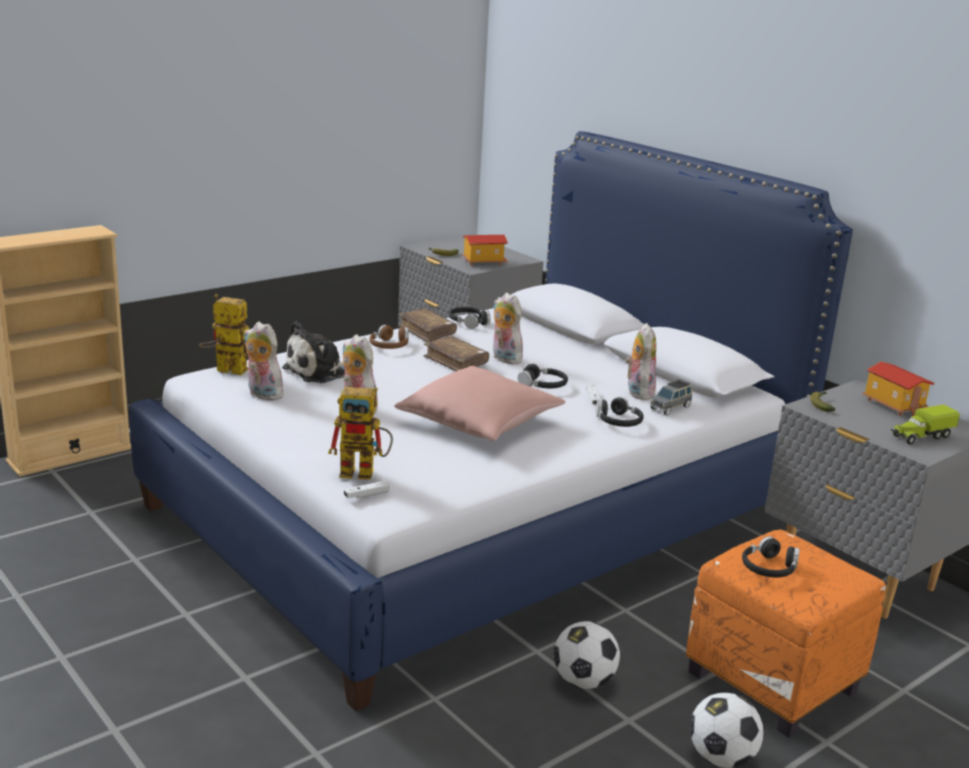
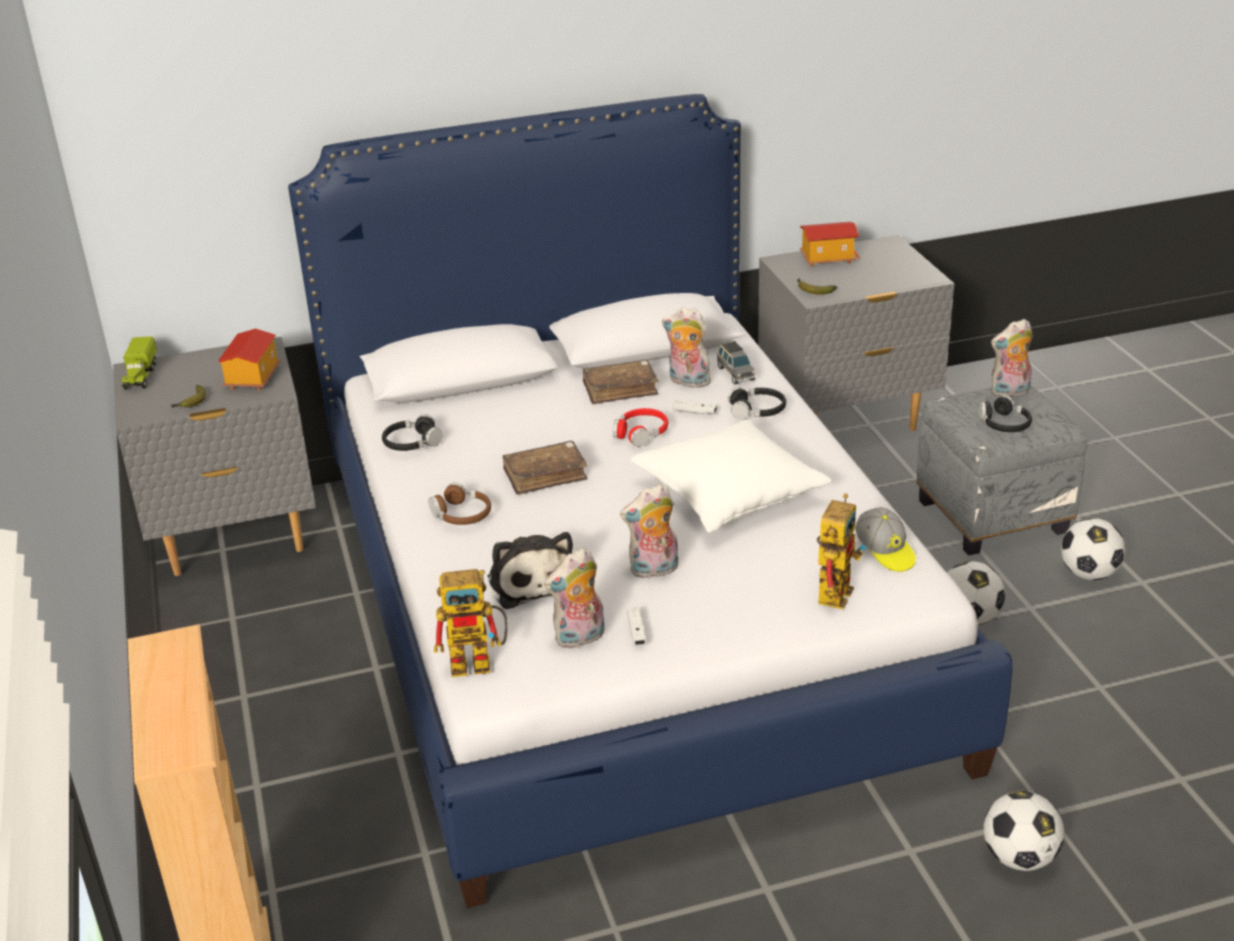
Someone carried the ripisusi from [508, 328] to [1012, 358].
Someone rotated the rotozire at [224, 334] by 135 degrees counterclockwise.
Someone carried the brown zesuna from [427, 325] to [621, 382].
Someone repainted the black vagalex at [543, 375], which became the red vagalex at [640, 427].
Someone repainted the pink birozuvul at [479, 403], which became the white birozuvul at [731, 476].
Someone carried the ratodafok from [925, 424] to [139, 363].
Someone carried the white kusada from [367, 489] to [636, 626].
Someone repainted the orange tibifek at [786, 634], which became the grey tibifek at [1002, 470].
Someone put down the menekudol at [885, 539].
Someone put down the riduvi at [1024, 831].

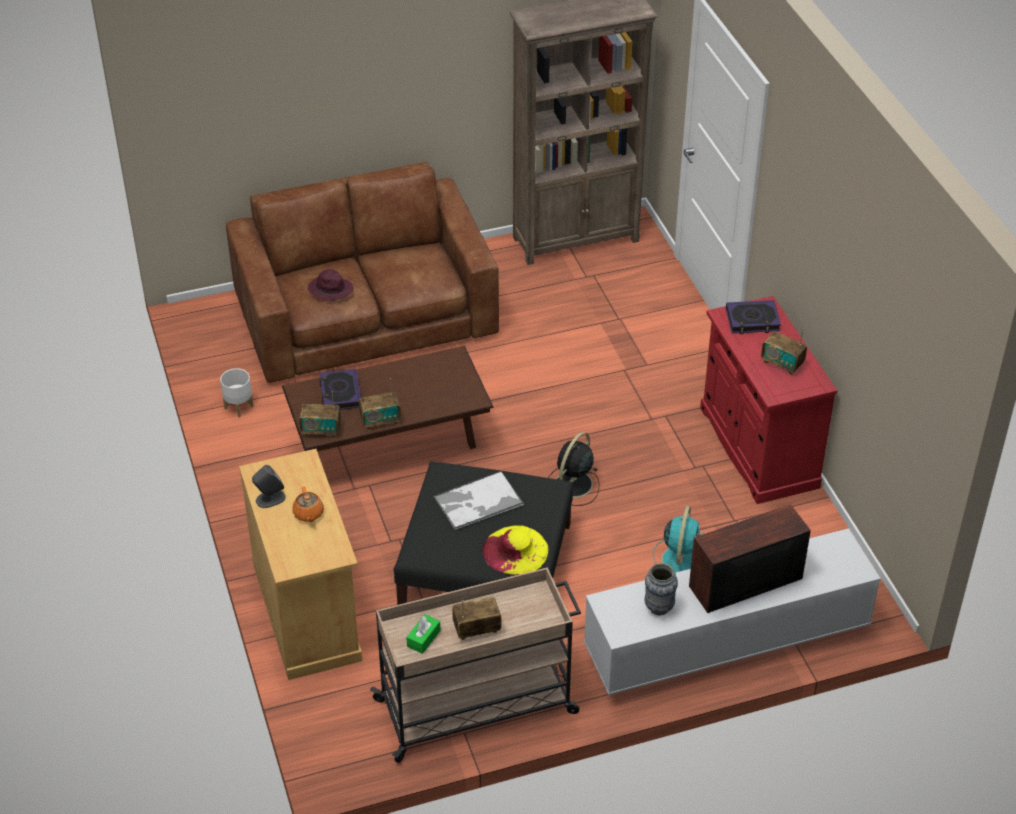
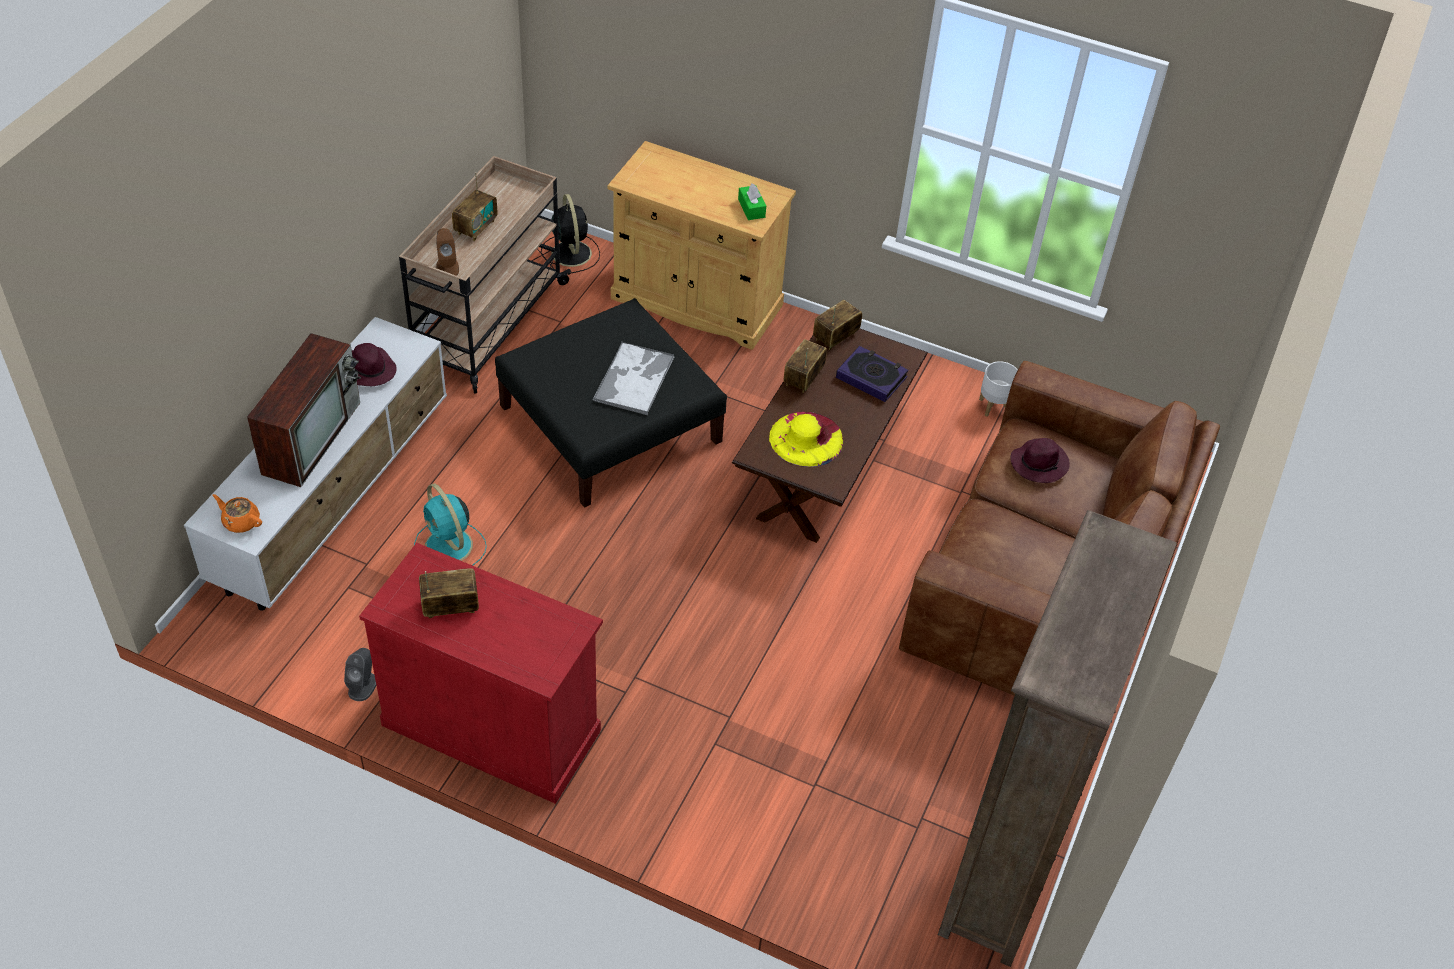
Someone took away the zesuna at [753, 317].
Someone carried the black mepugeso from [573, 469] to [570, 234].
Someone carried the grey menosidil from [269, 486] to [360, 674].
Someone carried the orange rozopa from [308, 504] to [237, 513].
Someone carried the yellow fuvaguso from [515, 550] to [806, 439].
Someone swapped the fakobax at [661, 589] for the purple fuvaguso at [374, 364].
Someone carried the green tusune from [423, 634] to [752, 201].
Someone put down the brown menosidil at [447, 252].

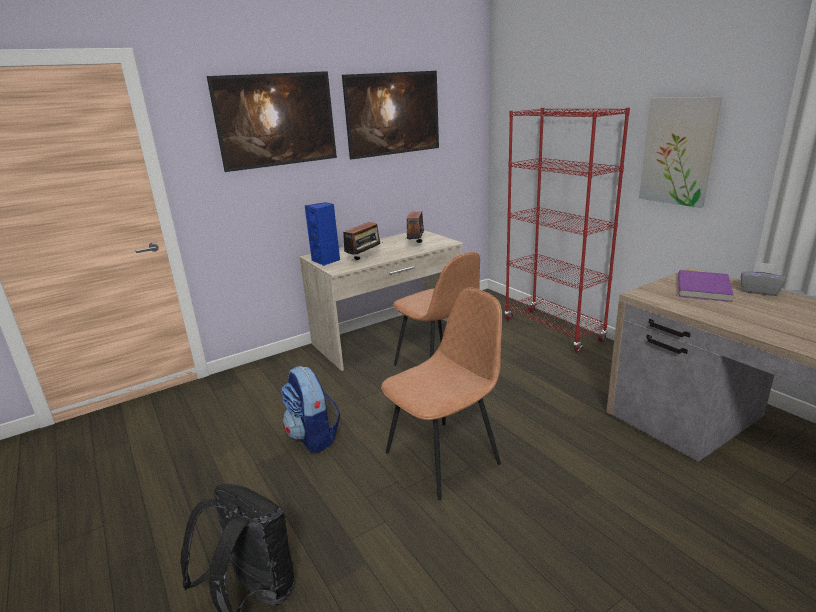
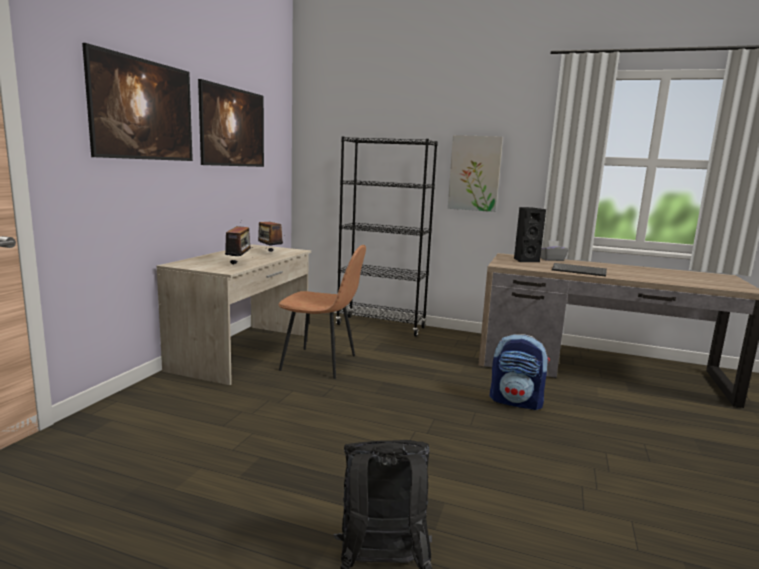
Someone repainted the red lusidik at [567, 230], which became the black lusidik at [387, 236].
Someone took away the blue menosidil at [322, 234].
Someone swapped the purple zesuna at [706, 286] for the black menosidil at [530, 234].
Someone took away the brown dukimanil at [441, 393].
Someone carried the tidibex from [310, 409] to [520, 372].
Someone put down the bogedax at [579, 270].

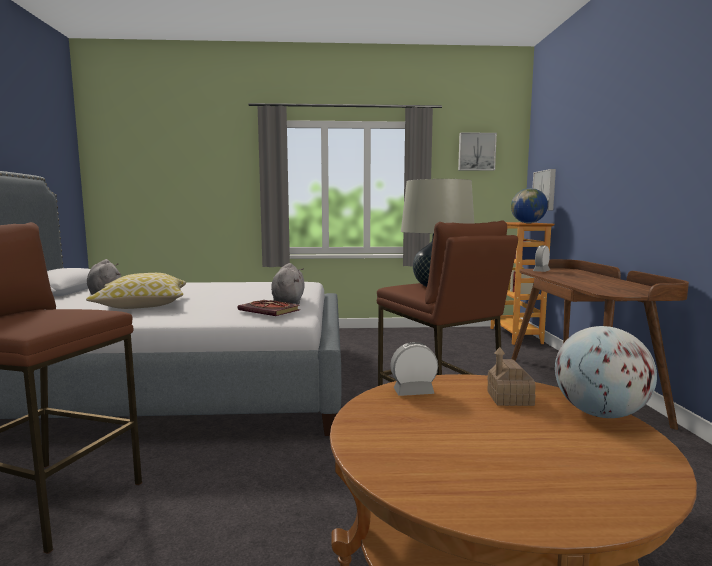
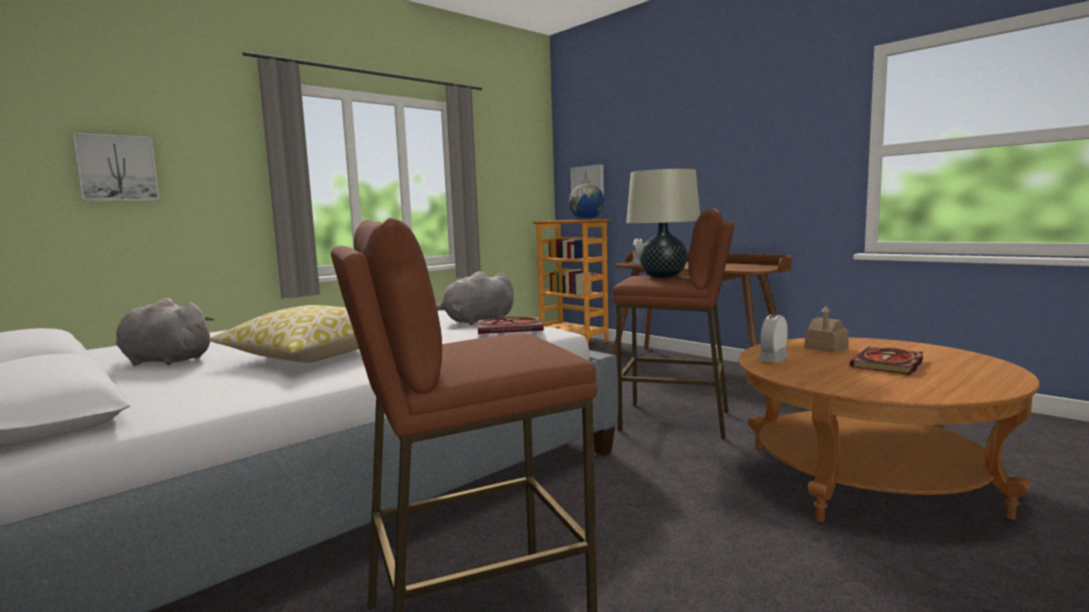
Someone carried the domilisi from [477, 151] to [116, 167].
Someone rotated the grey ripisusi at [288, 283] by 75 degrees counterclockwise.
Someone took away the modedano at [606, 372].
Someone put down the zesuna at [886, 361].

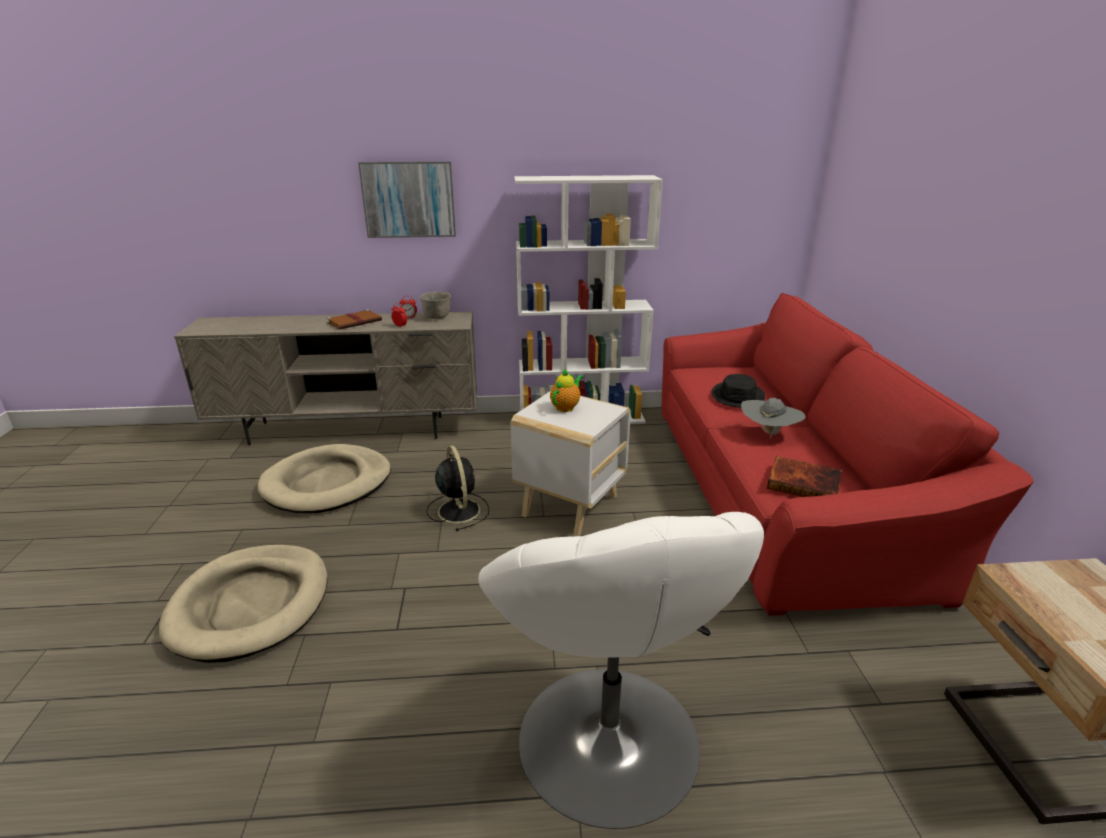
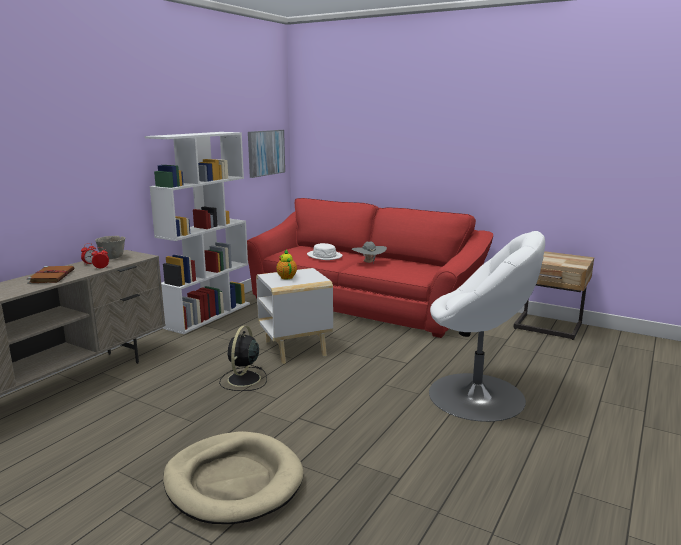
Someone carried the domilisi from [407, 199] to [266, 154].
Someone repainted the black fuvaguso at [738, 391], which became the white fuvaguso at [325, 251].
Someone took away the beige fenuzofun at [324, 478].
Someone rotated the black mepugeso at [457, 488] by 90 degrees counterclockwise.
Someone took away the zesuna at [804, 476].

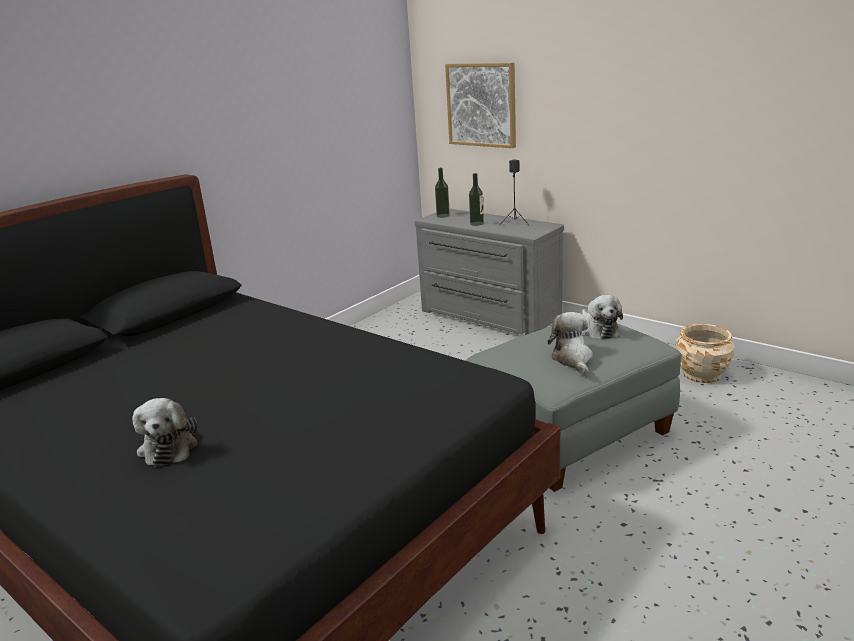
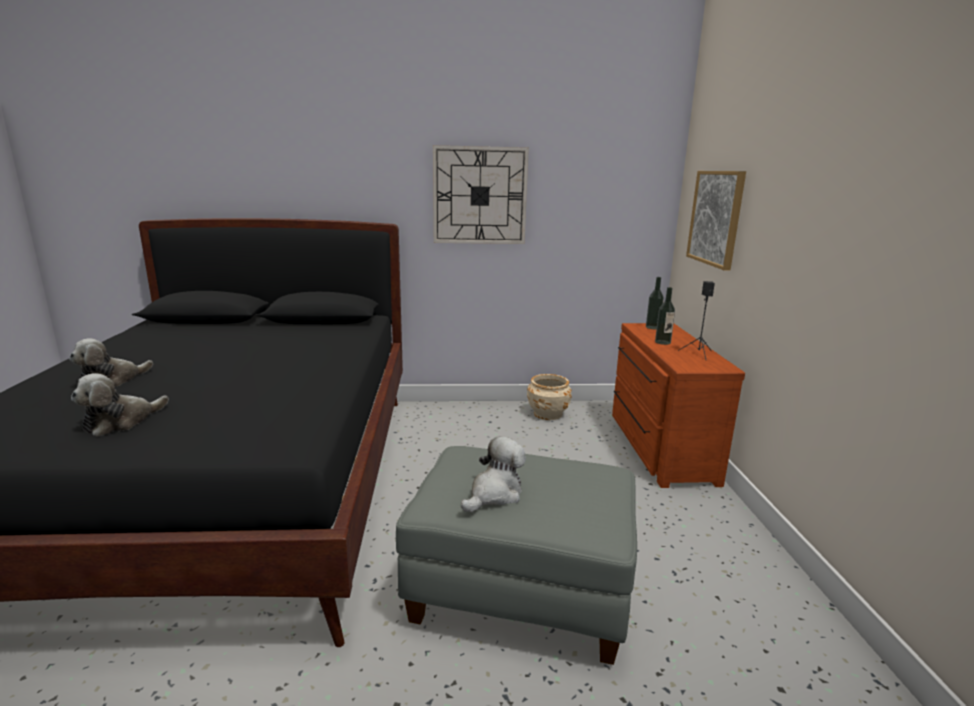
Someone repainted the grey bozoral at [489, 271], which became the brown bozoral at [678, 405].
Someone carried the ripisusi from [602, 317] to [120, 405].
Someone carried the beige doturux from [705, 353] to [549, 397].
Someone put up the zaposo at [481, 194].

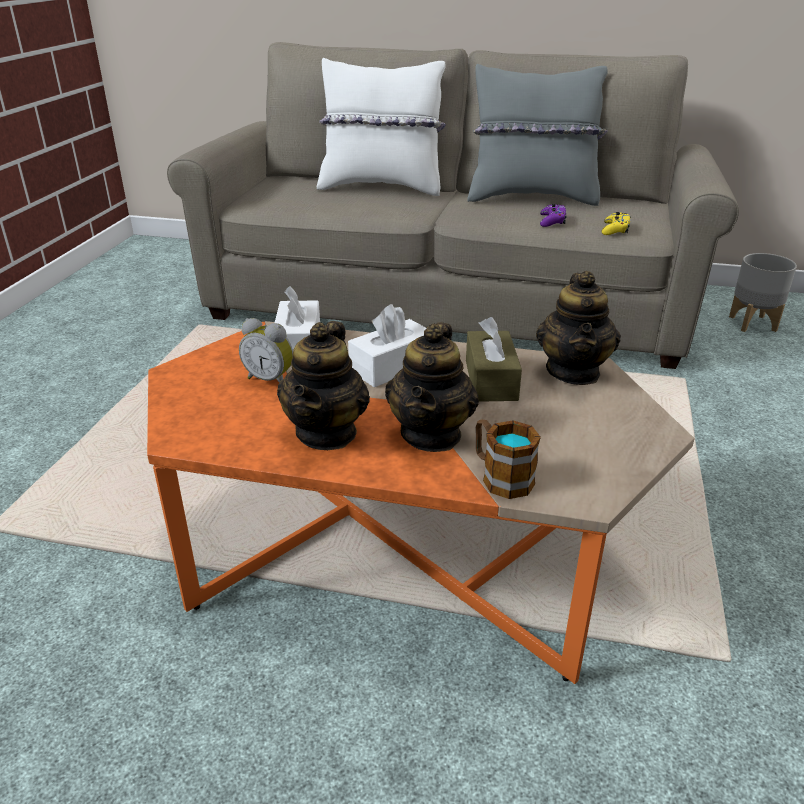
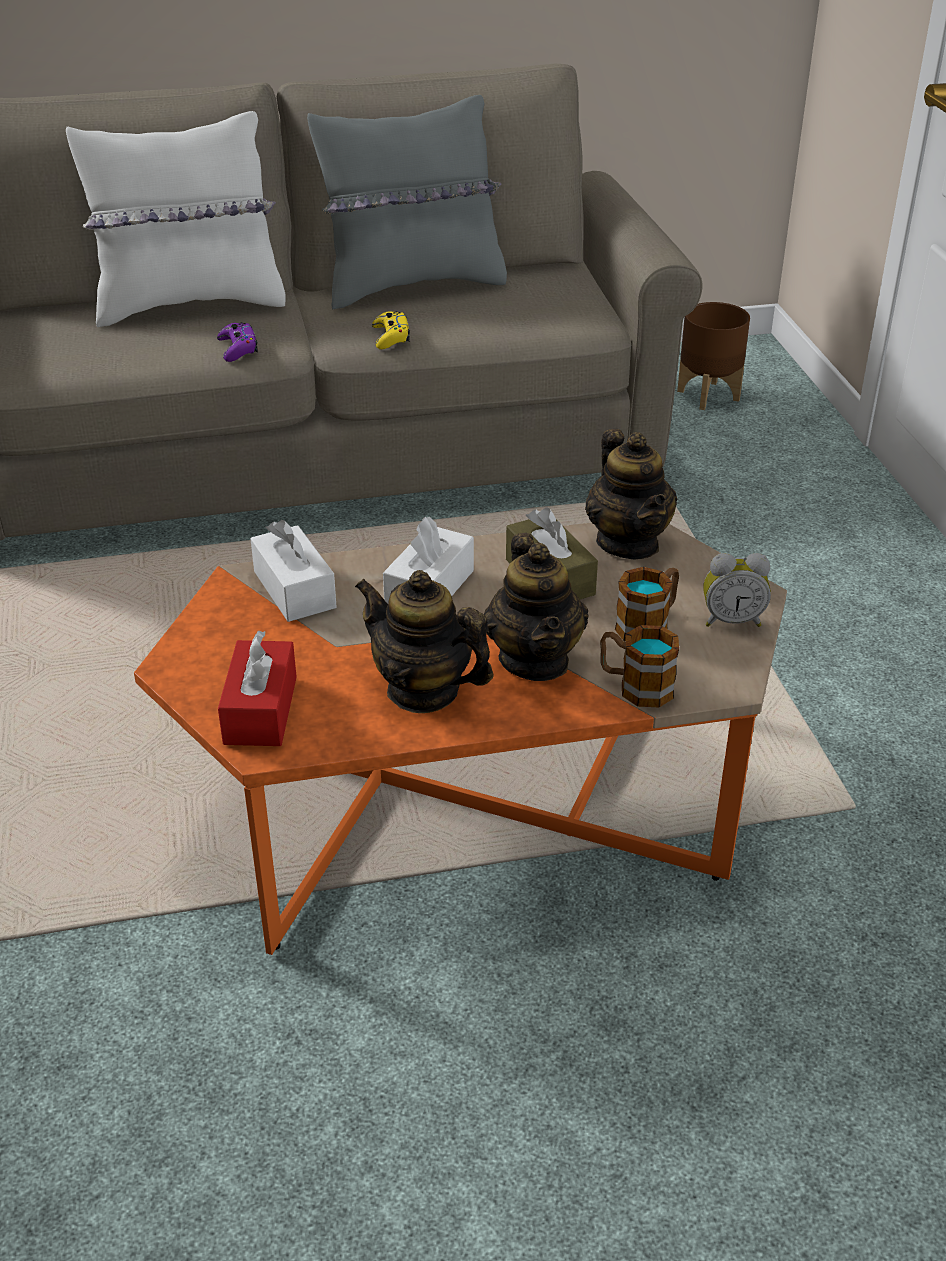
Someone carried the purple kusada from [553, 215] to [237, 342].
Someone carried the yellow kusada from [616, 223] to [391, 330].
Someone repainted the grey doturux at [763, 292], which became the brown doturux at [713, 356].
Someone carried the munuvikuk from [266, 350] to [737, 590].
Someone rotated the rozopa at [323, 385] by 135 degrees clockwise.
Someone put down the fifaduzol at [647, 604].
Someone put down the red tusune at [257, 688].

